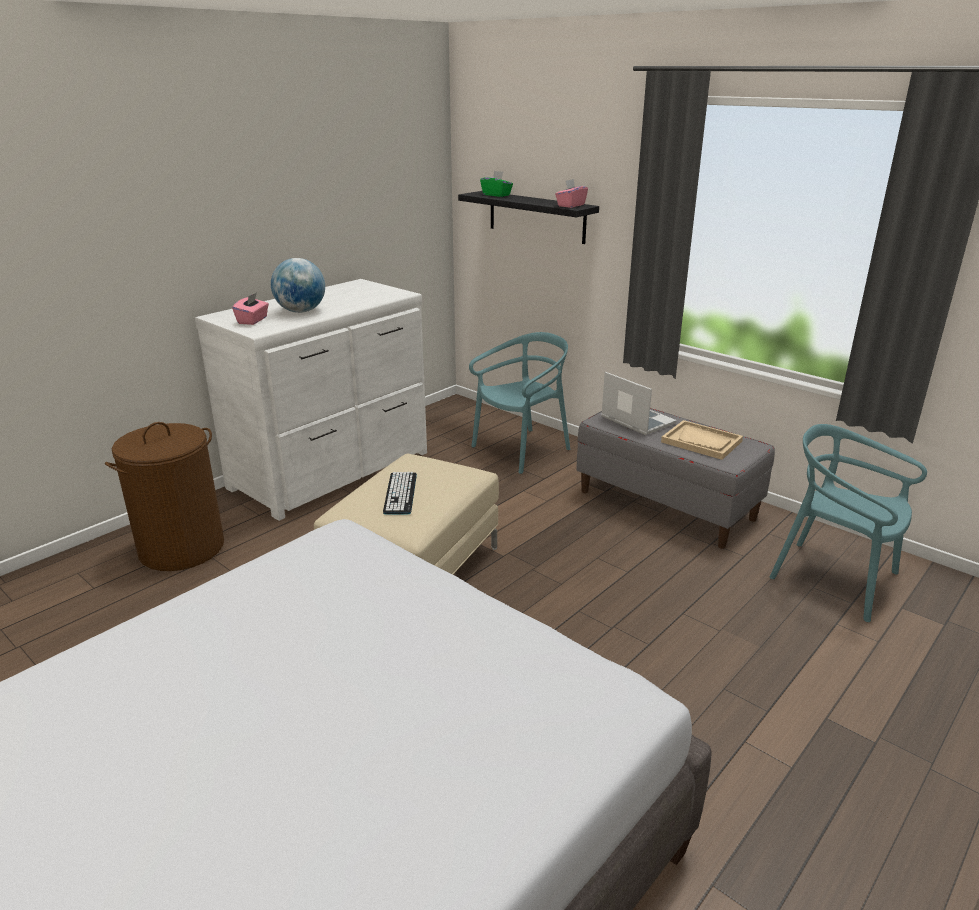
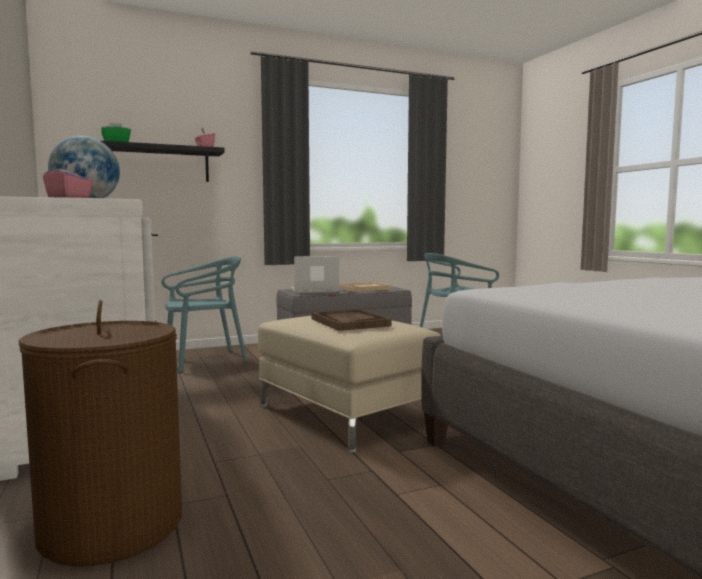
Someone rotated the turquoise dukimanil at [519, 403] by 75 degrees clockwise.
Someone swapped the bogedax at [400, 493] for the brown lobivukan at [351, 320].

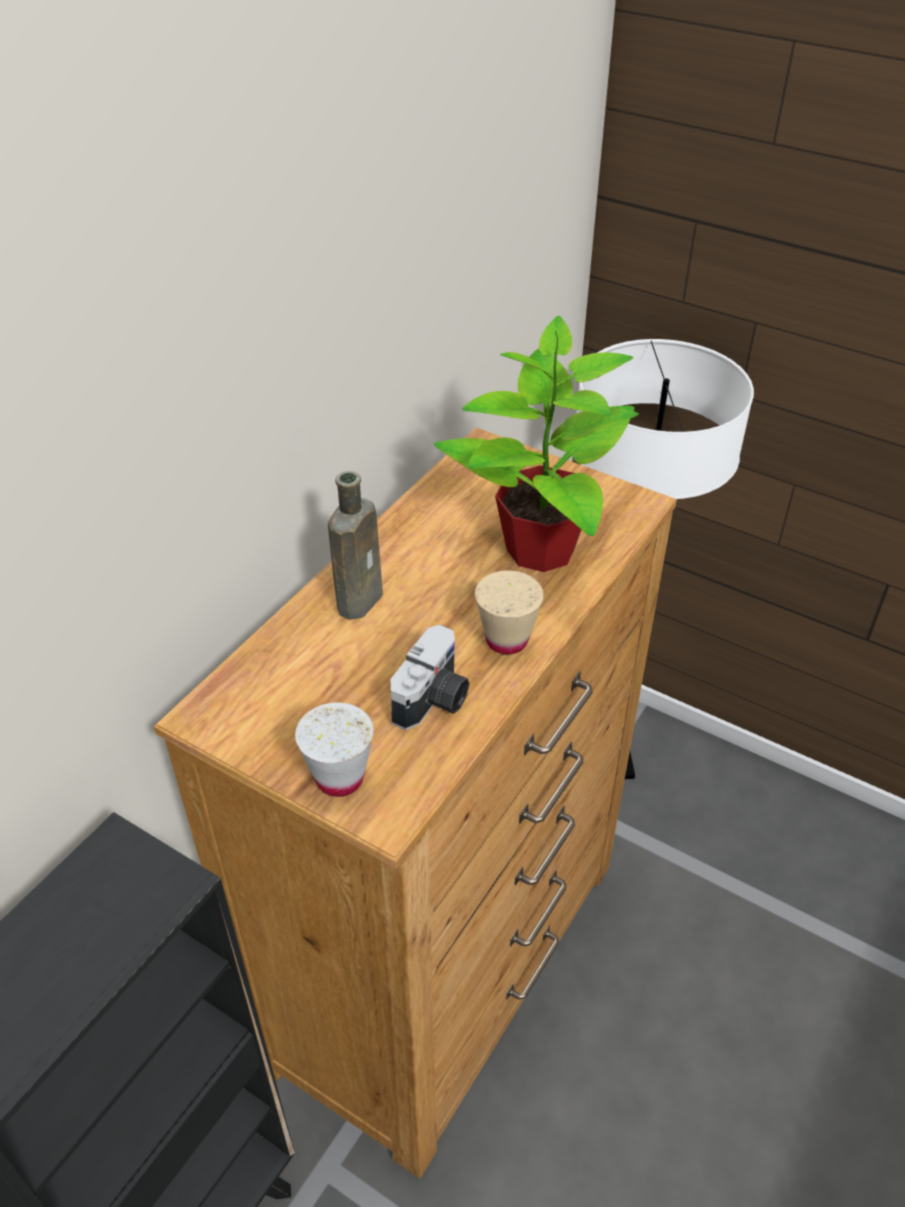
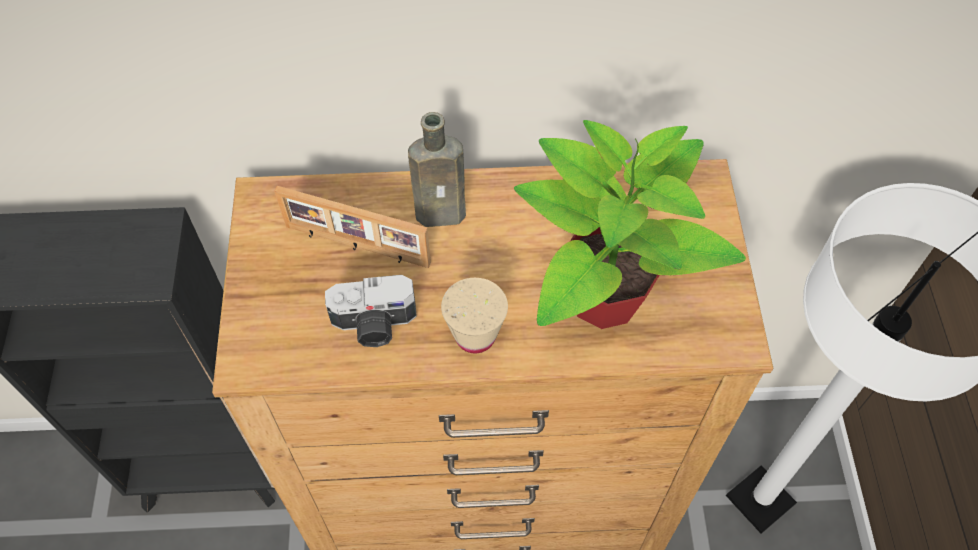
Someone took away the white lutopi at [334, 749].
Someone put down the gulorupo at [352, 227].

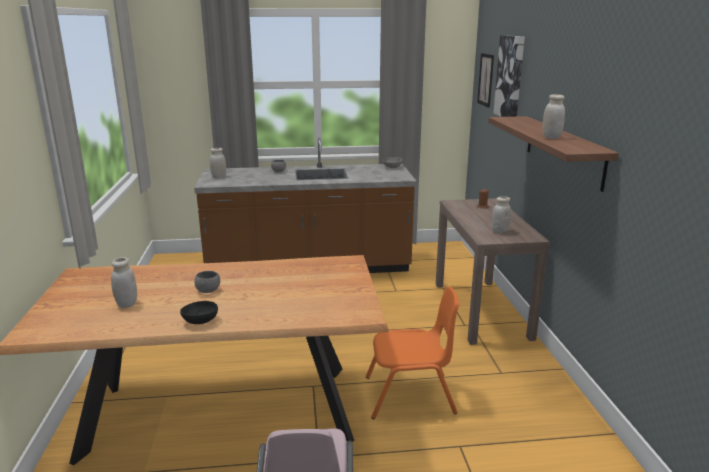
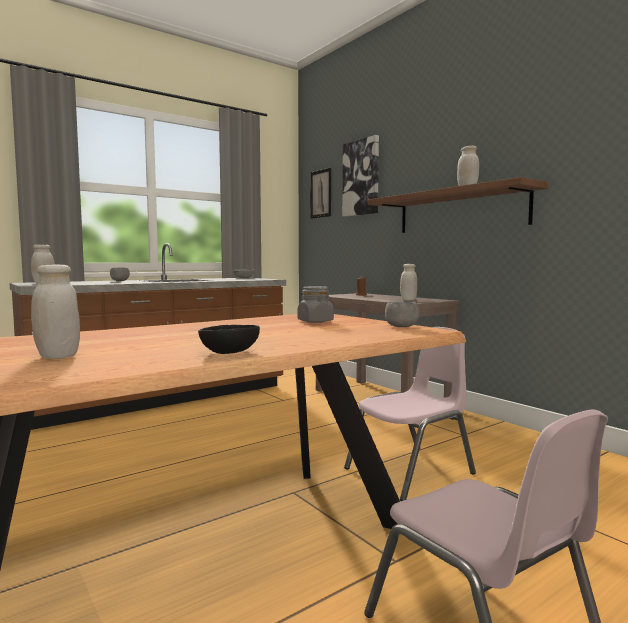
Someone carried the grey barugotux from [207, 282] to [402, 314].
Someone repainted the orange dukimanil at [412, 352], which became the pink dukimanil at [410, 414].
Someone put down the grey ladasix at [316, 304].

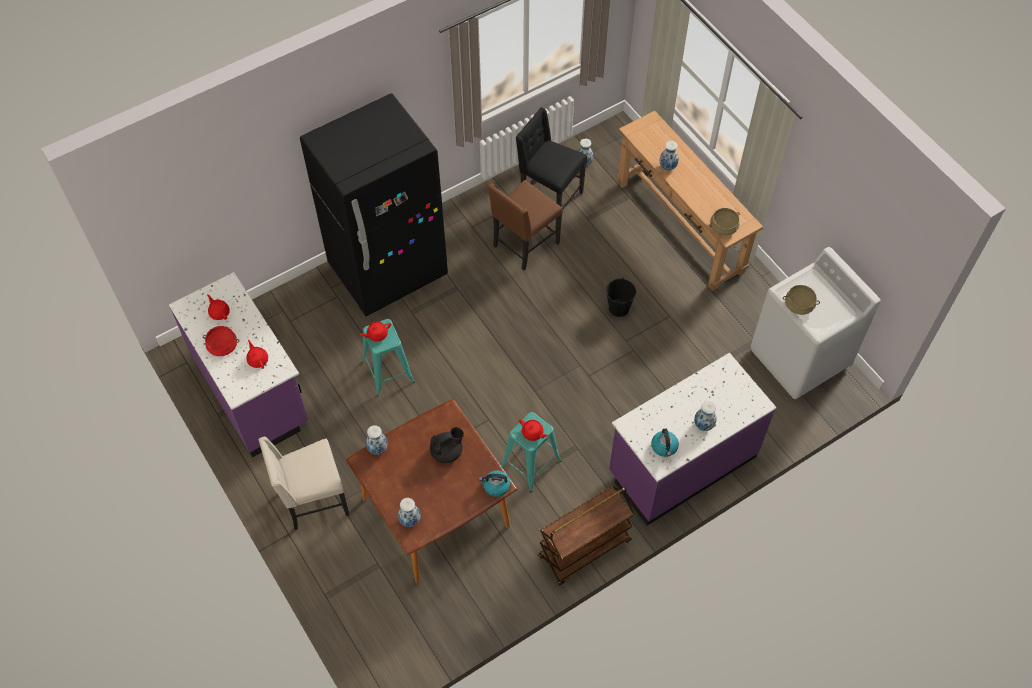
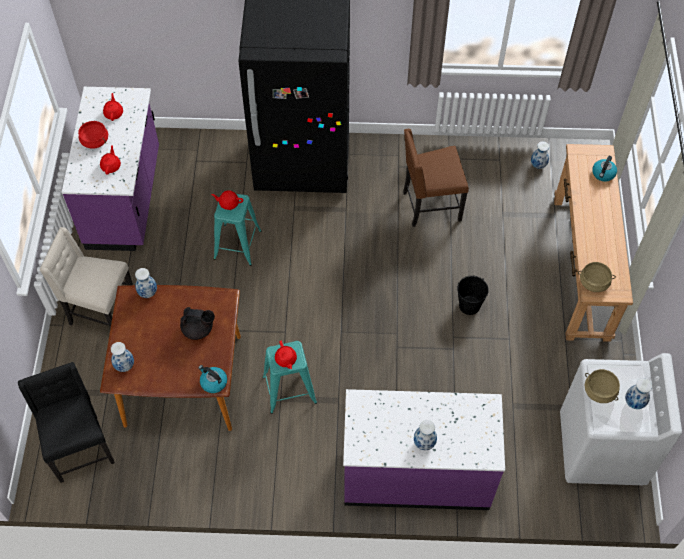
Someone carried the black dukimanil from [551, 158] to [66, 422].
Someone carried the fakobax from [669, 155] to [638, 393].
Someone carried the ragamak from [665, 443] to [604, 169].
Someone took away the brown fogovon at [586, 535].

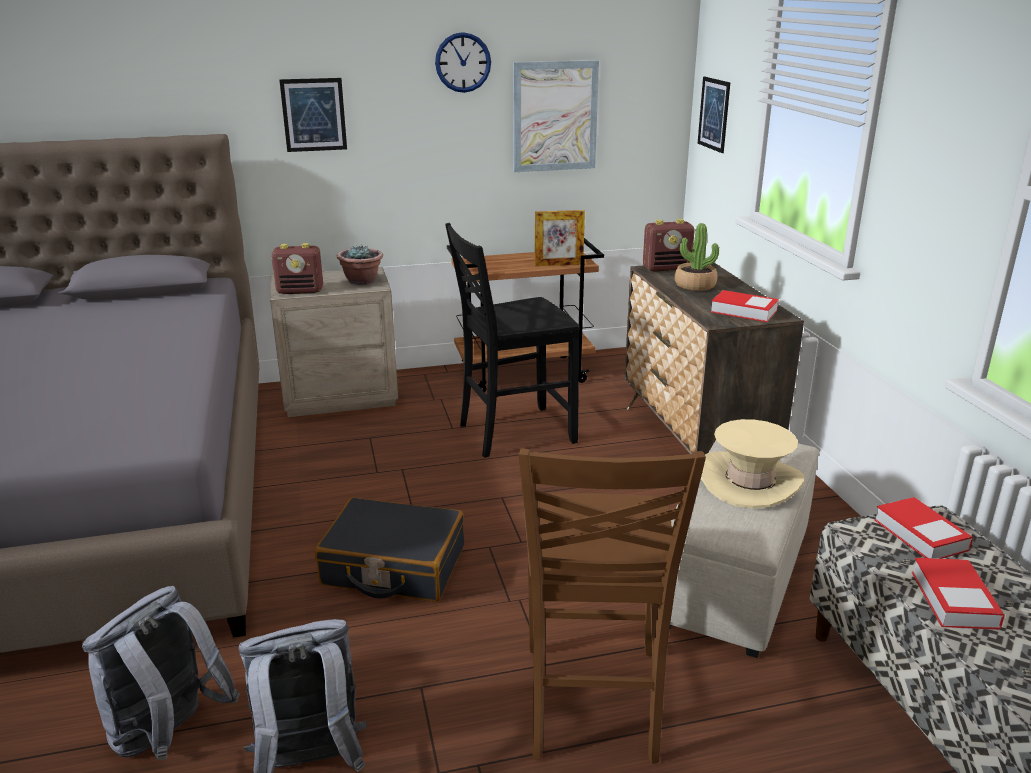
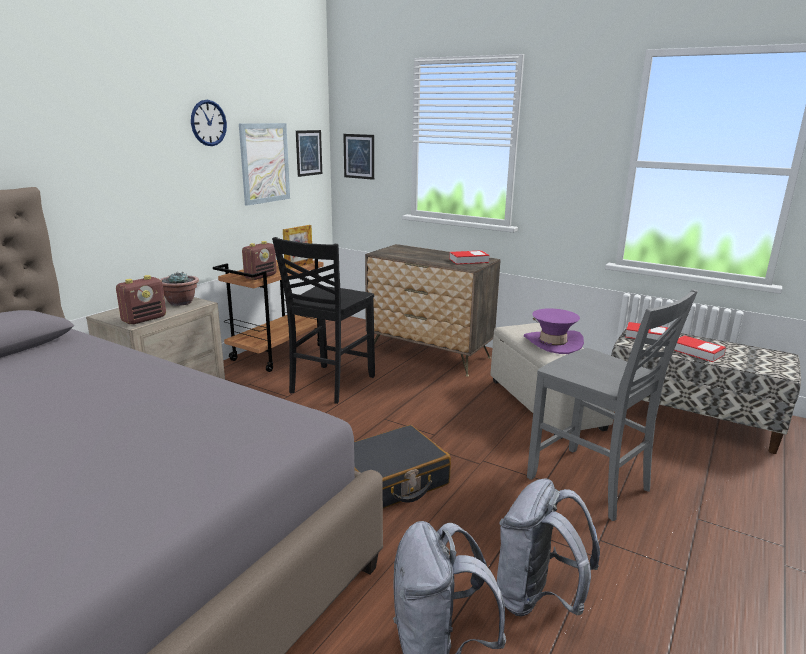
Someone carried the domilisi from [313, 115] to [309, 153].
Someone carried the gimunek from [669, 245] to [259, 260].
Someone took away the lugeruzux at [696, 257].
Someone repainted the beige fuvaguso at [753, 463], which became the purple fuvaguso at [554, 331].
Someone repainted the brown dukimanil at [612, 606], which became the grey dukimanil at [612, 405].

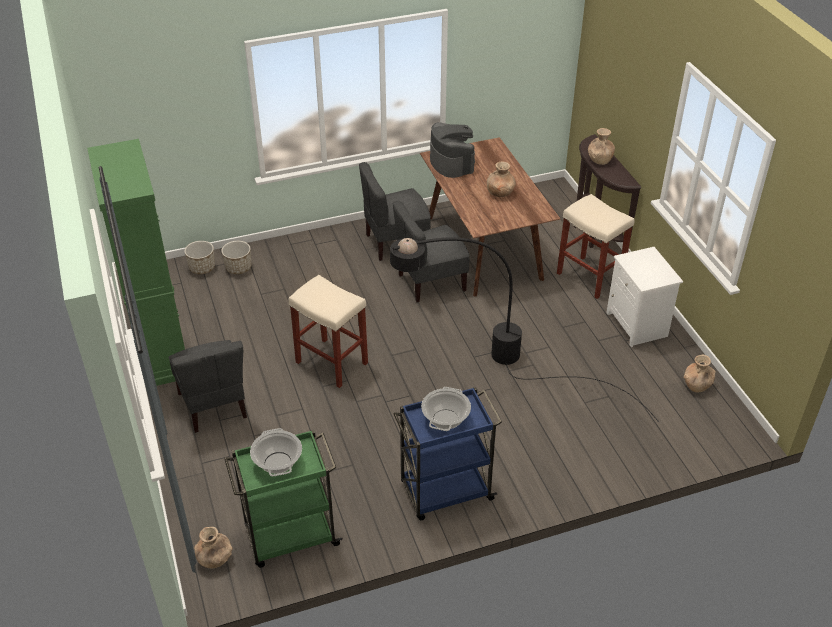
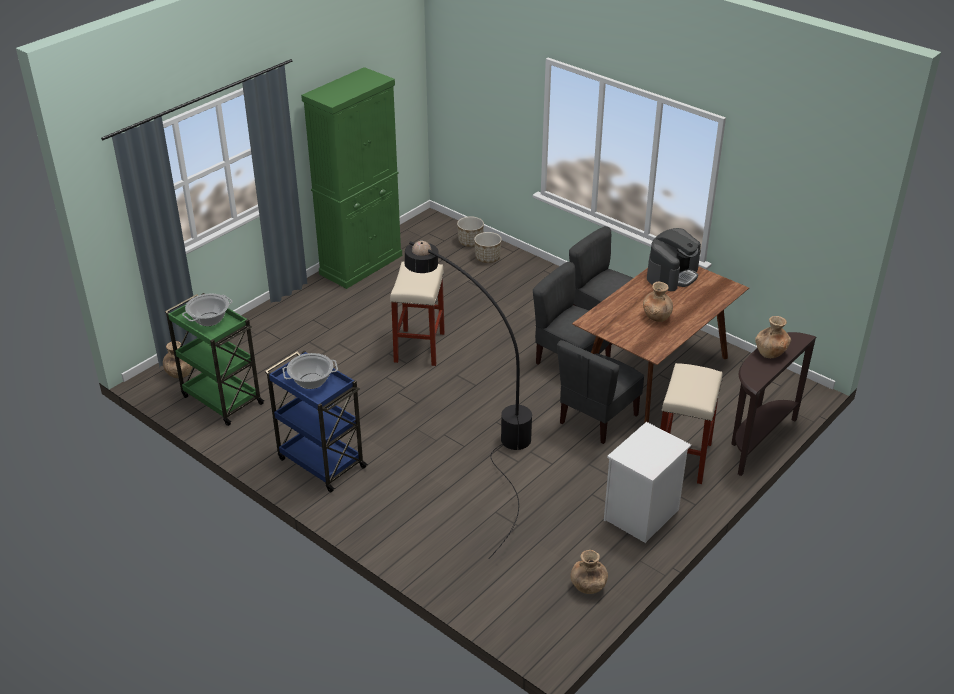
Someone carried the grey dukimanil from [208, 386] to [600, 392].

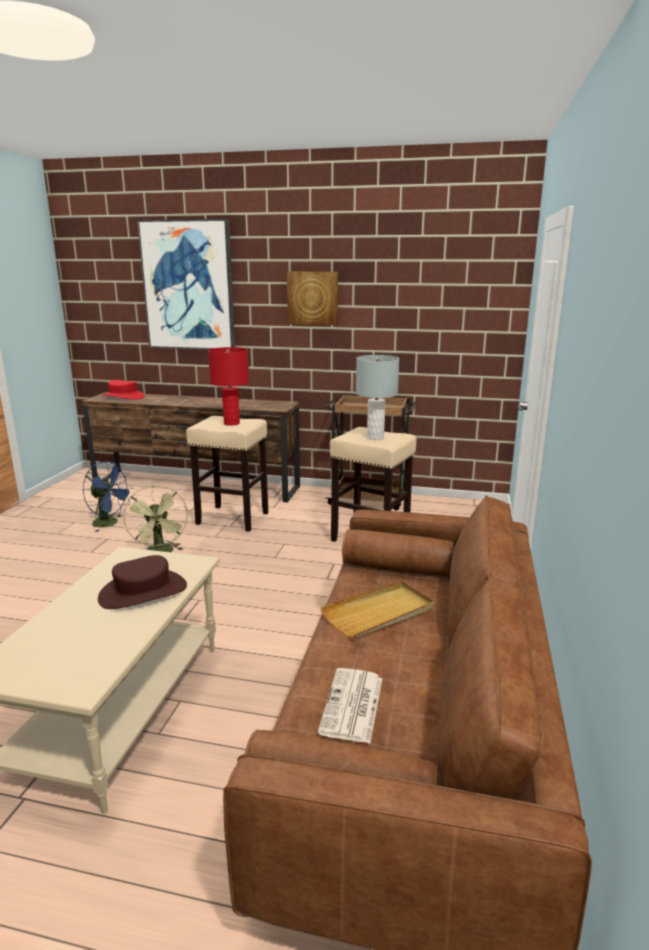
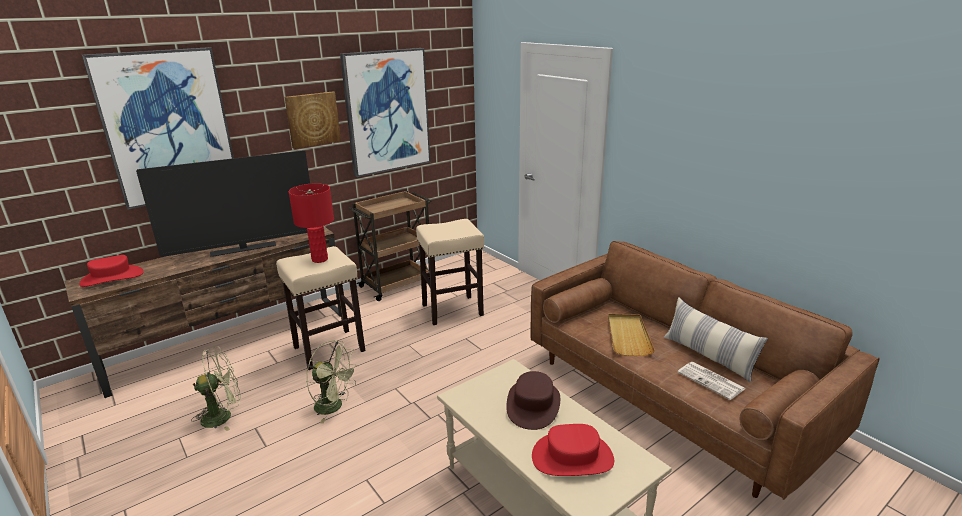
Someone took away the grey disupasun at [377, 397].
Someone repainted the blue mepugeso at [108, 496], which became the green mepugeso at [216, 388].
Someone put up the domilisi at [385, 112].
Someone put down the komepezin at [223, 203].
Someone put down the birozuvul at [716, 339].
Someone put down the red fuvaguso at [573, 450].

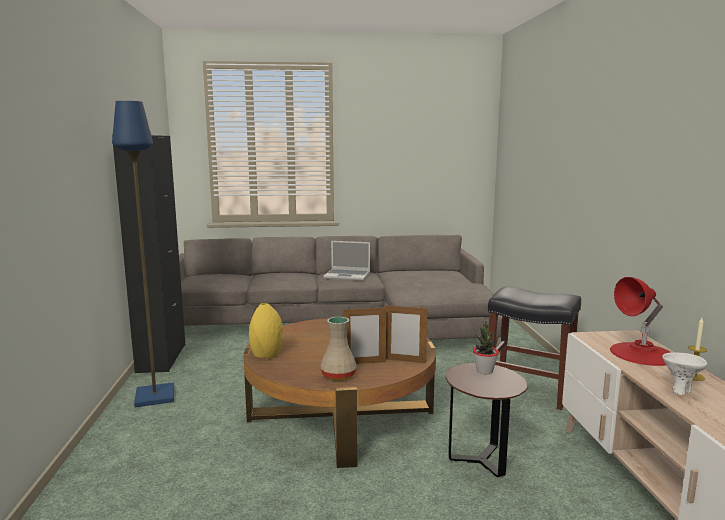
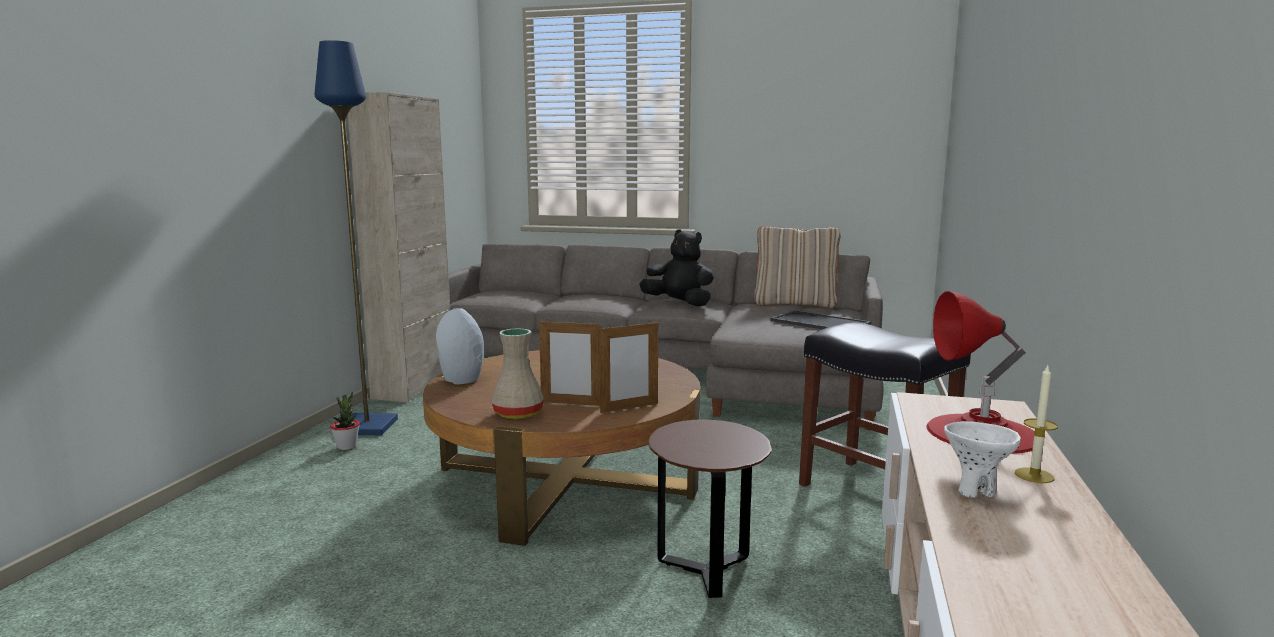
Someone repainted the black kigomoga at [149, 254], which became the beige kigomoga at [399, 247].
Someone swapped the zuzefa at [346, 261] for the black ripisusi at [676, 268].
Someone repainted the yellow fakobax at [266, 331], which became the grey fakobax at [460, 346].
Someone rotated the gulorupo at [406, 334] by 60 degrees counterclockwise.
Someone carried the lugeruzux from [486, 348] to [345, 421].
Someone put down the beige birozuvul at [797, 267].
Someone put down the lobivukan at [820, 319].

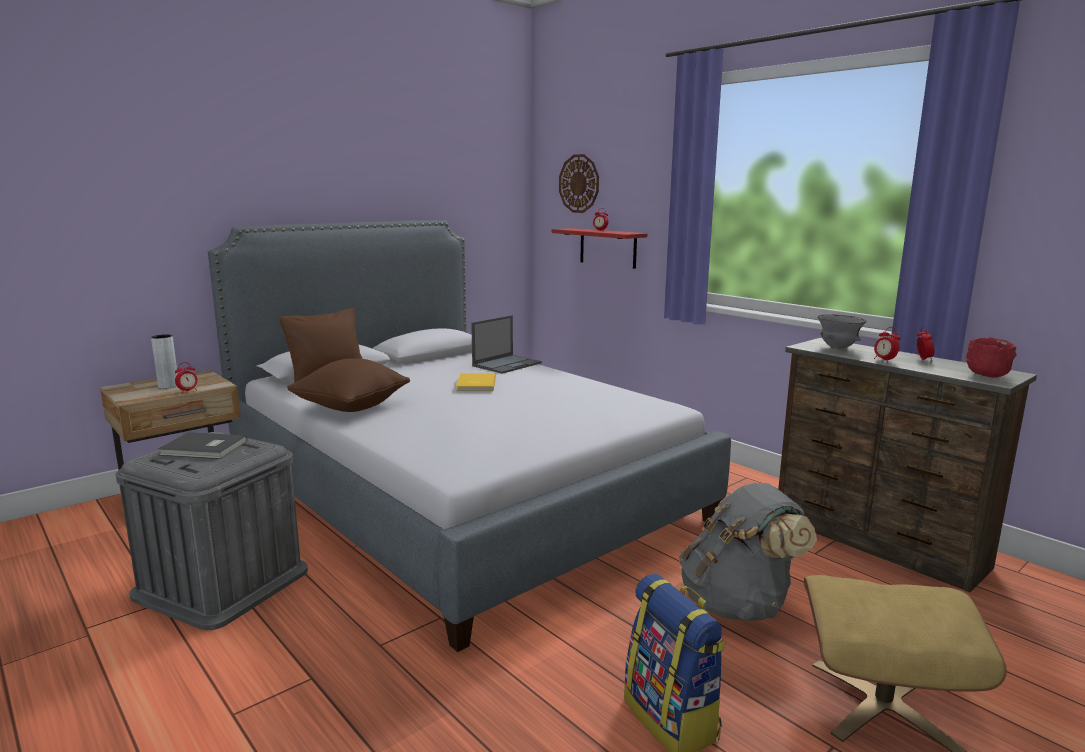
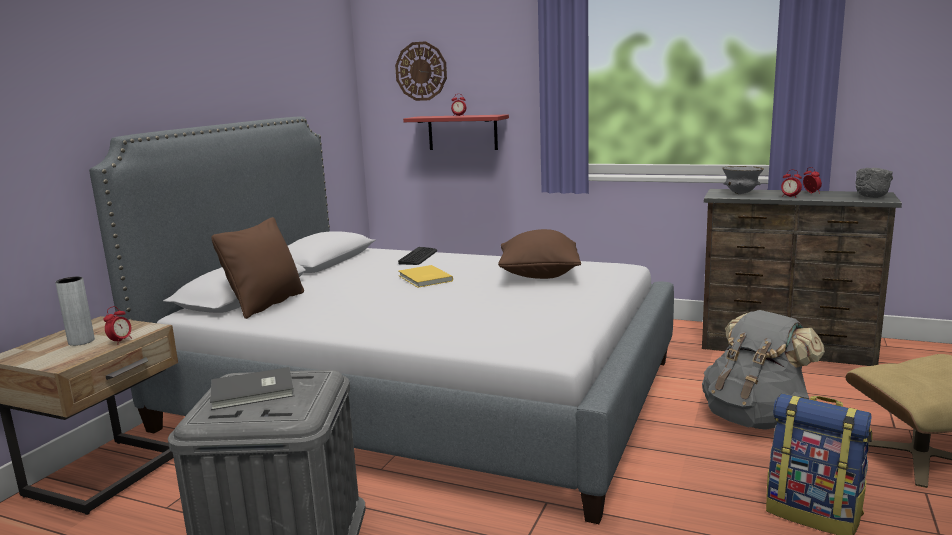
Someone swapped the zuzefa at [506, 344] for the bogedax at [417, 256].
Someone repainted the red barugotux at [991, 357], which became the grey barugotux at [874, 183].
Someone carried the brown birozuvul from [348, 385] to [539, 254].

